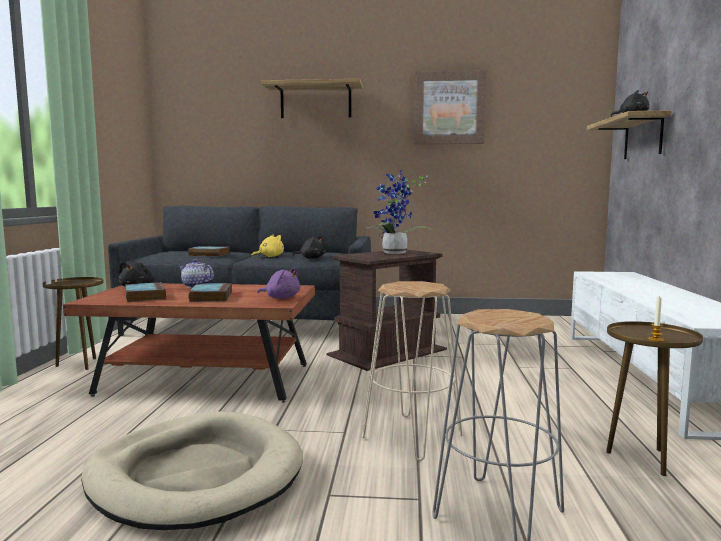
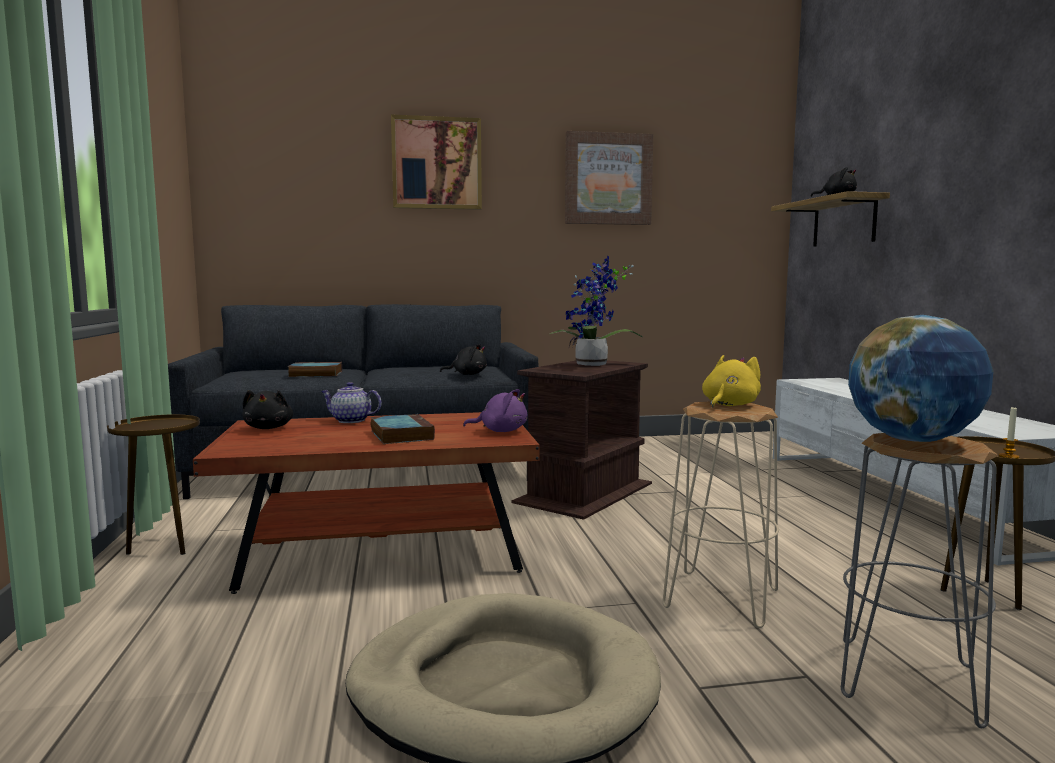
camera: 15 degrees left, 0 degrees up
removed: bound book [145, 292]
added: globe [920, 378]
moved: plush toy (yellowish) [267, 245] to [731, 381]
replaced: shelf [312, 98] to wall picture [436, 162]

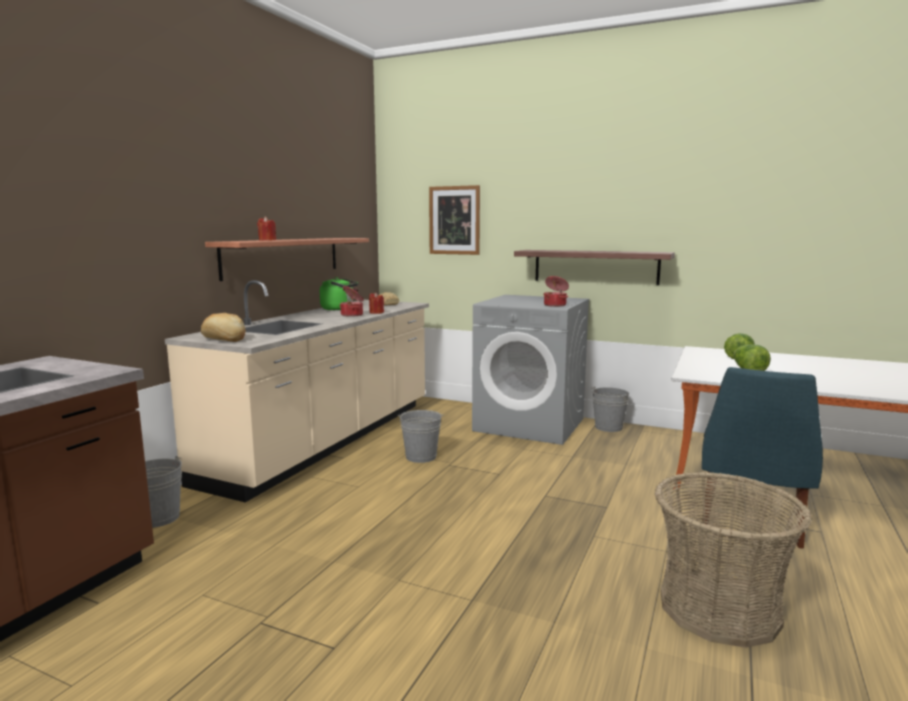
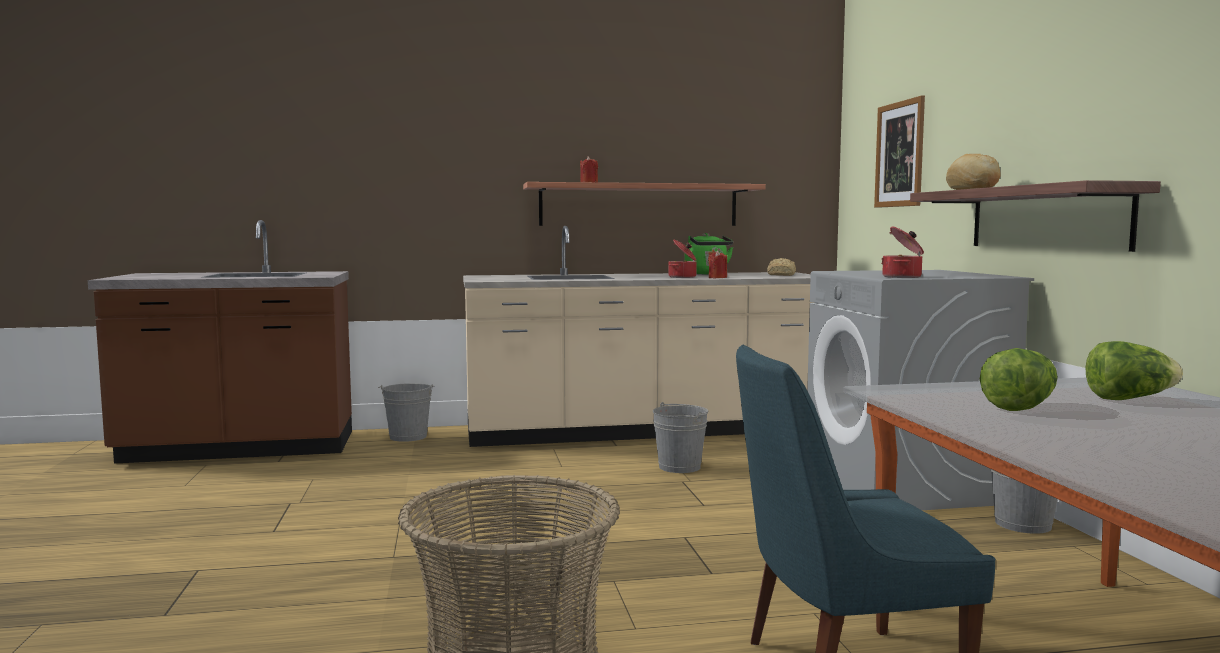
camera: 55 degrees right, 5 degrees down
moved: baked bread [223, 327] to [973, 172]

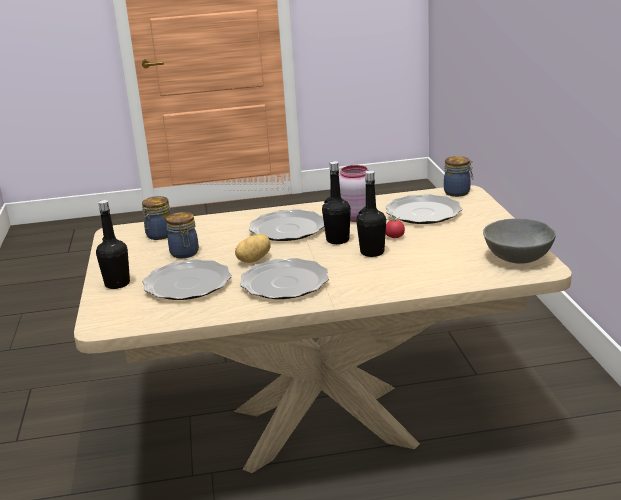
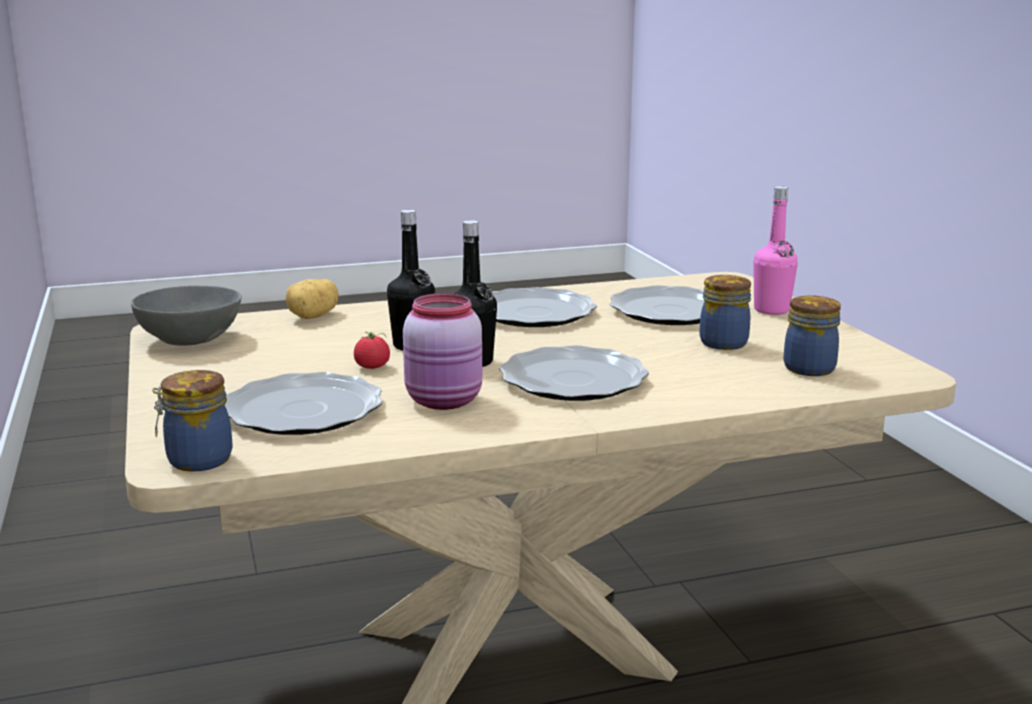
camera: 170 degrees right, 5 degrees down
moved: whole potato [253, 248] to [312, 299]
recoloured: drink bottle (black) [113, 244] to drink bottle (pinkish) [775, 250]

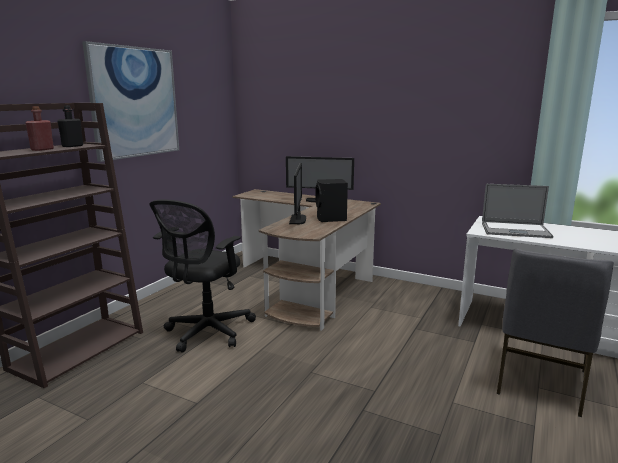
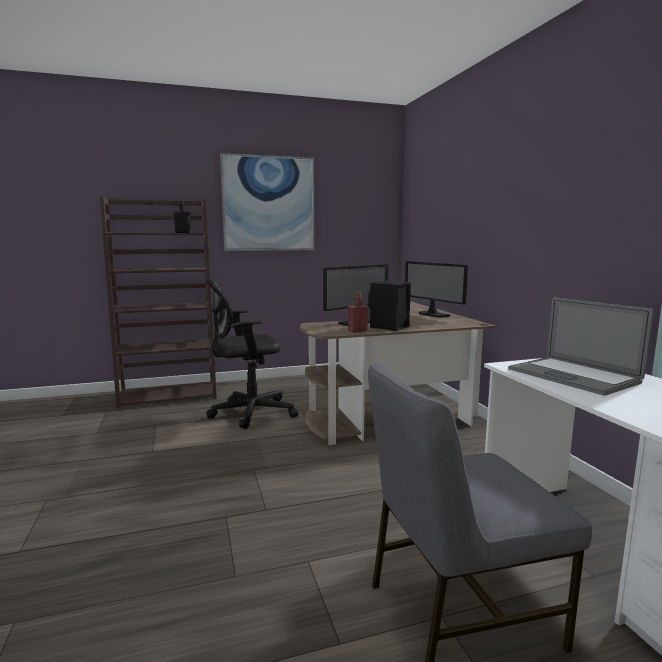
camera: 45 degrees right, 5 degrees down
moved: drink bottle (red-coloured) [40, 128] to [358, 312]

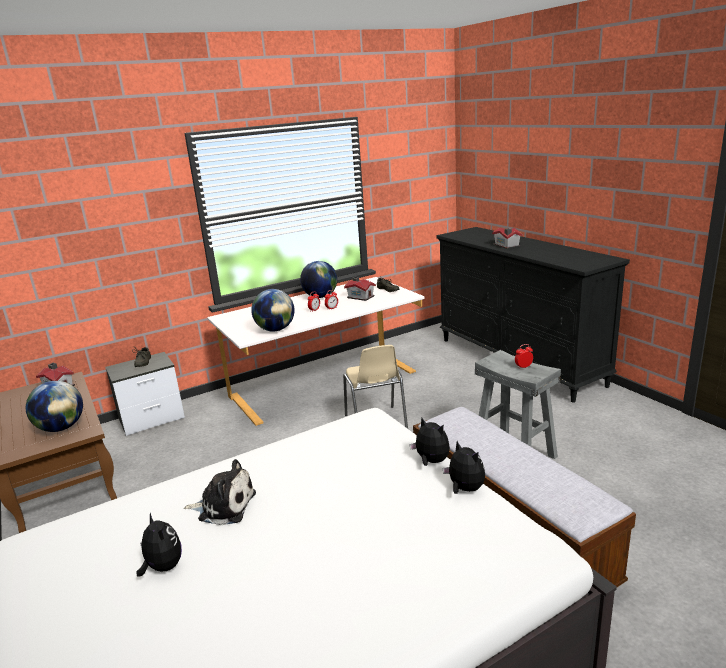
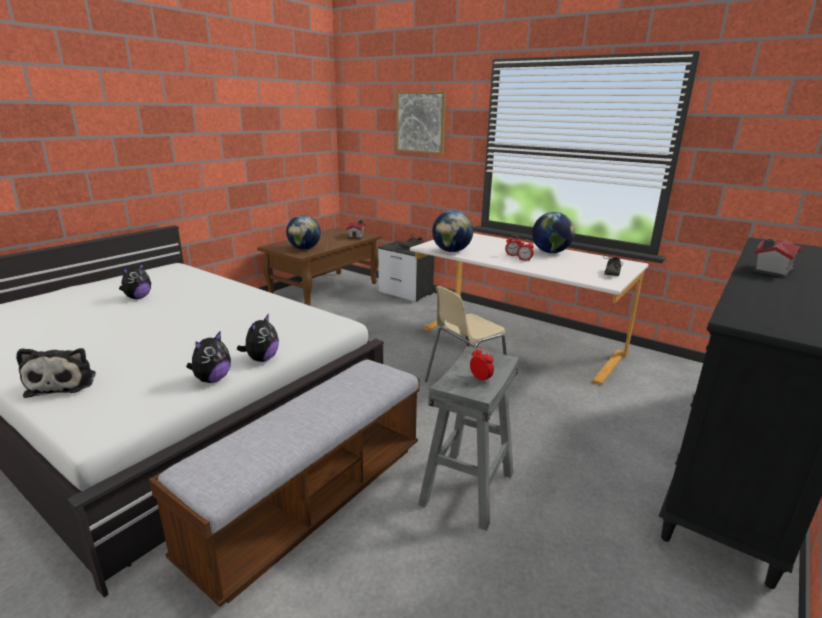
camera: 65 degrees right, 0 degrees up
removed: model house [360, 289]
added: wall picture [421, 123]
moved: plush toy [220, 492] to [56, 373]

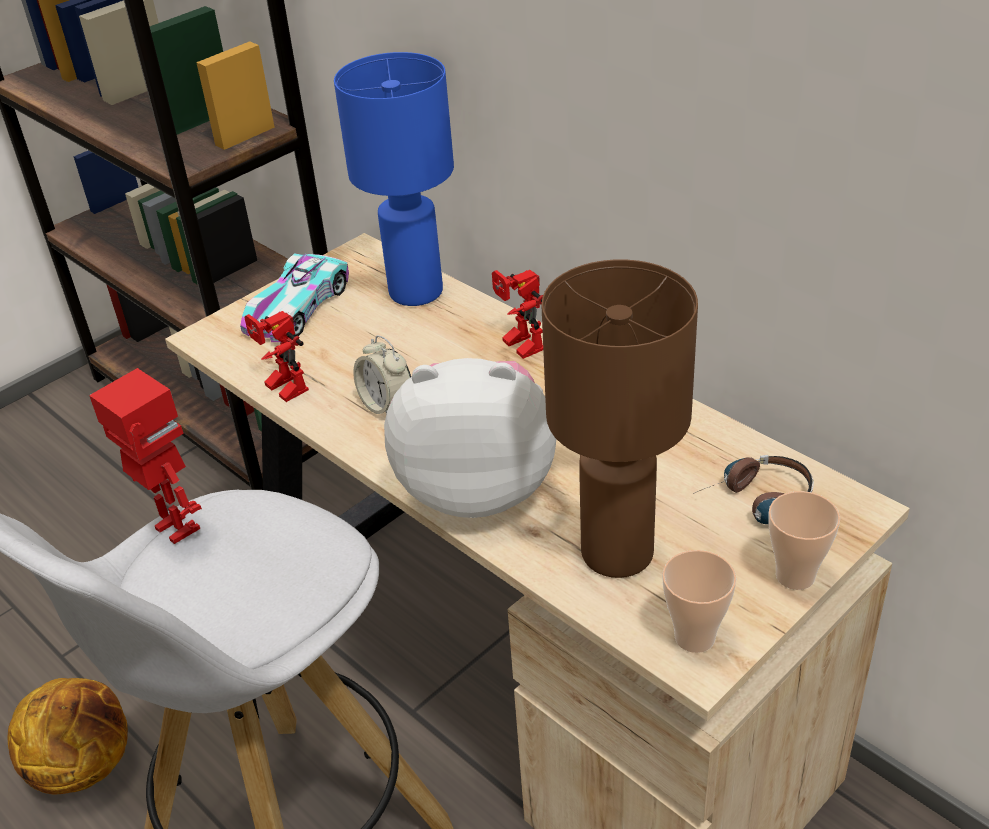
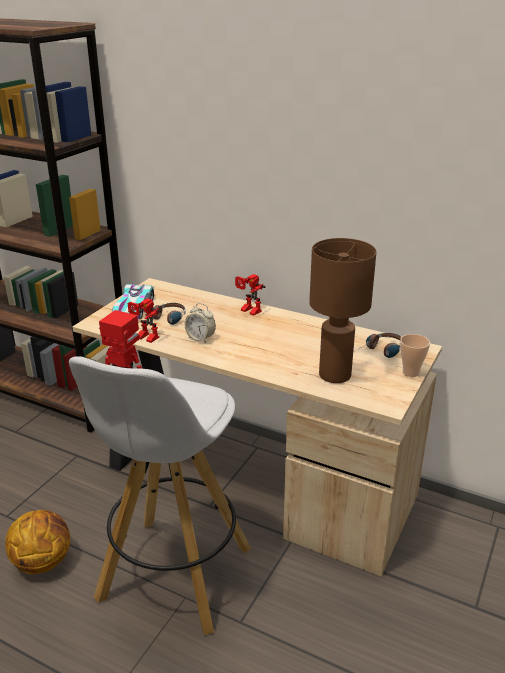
camera: 20 degrees left, 10 degrees down
removed: table lamp (bluish) [394, 179]; plush toy [470, 438]; small cup [699, 601]
added: headset [165, 314]

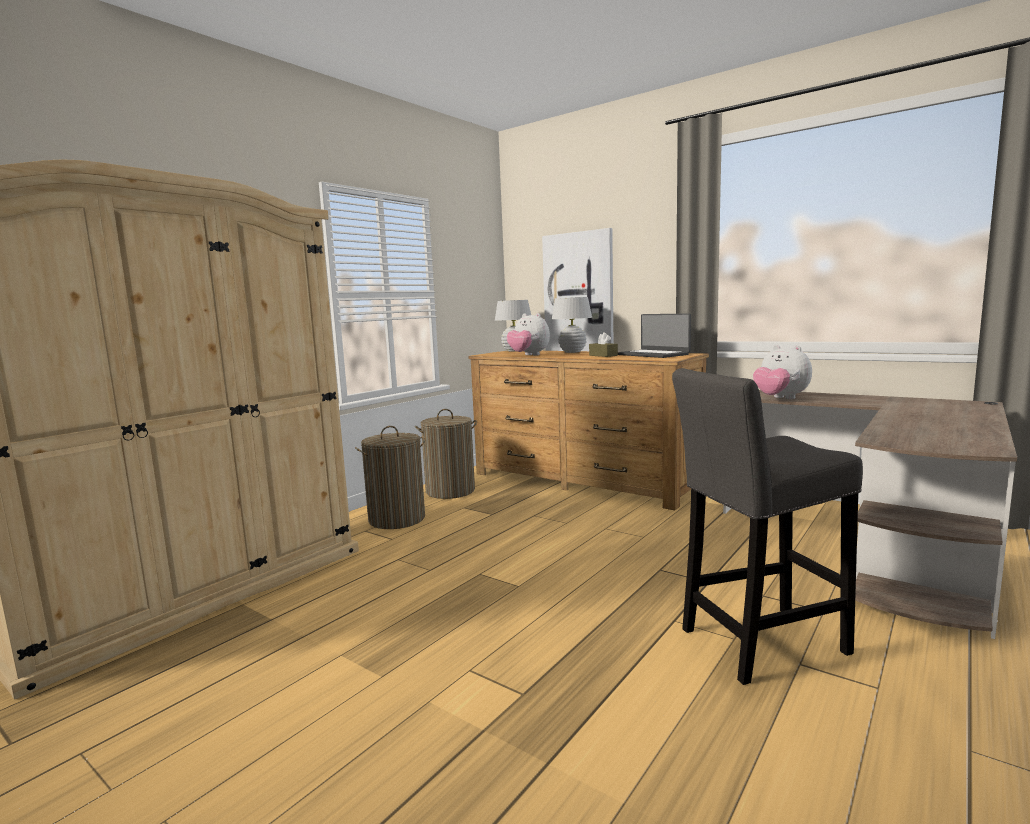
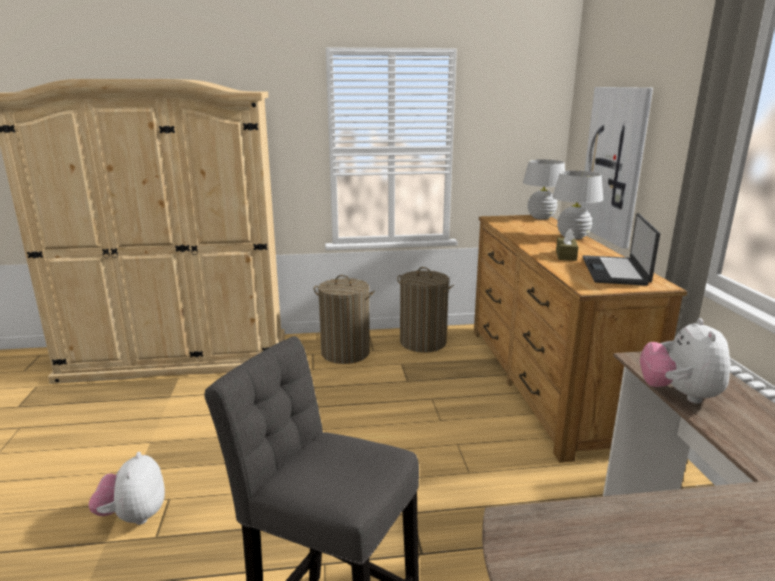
camera: 45 degrees right, 10 degrees up
moved: plush toy [528, 334] to [126, 488]

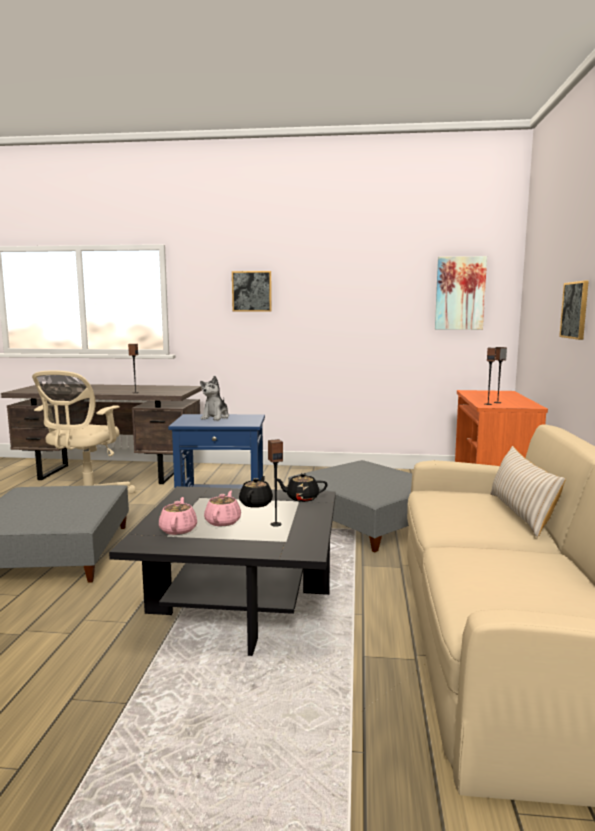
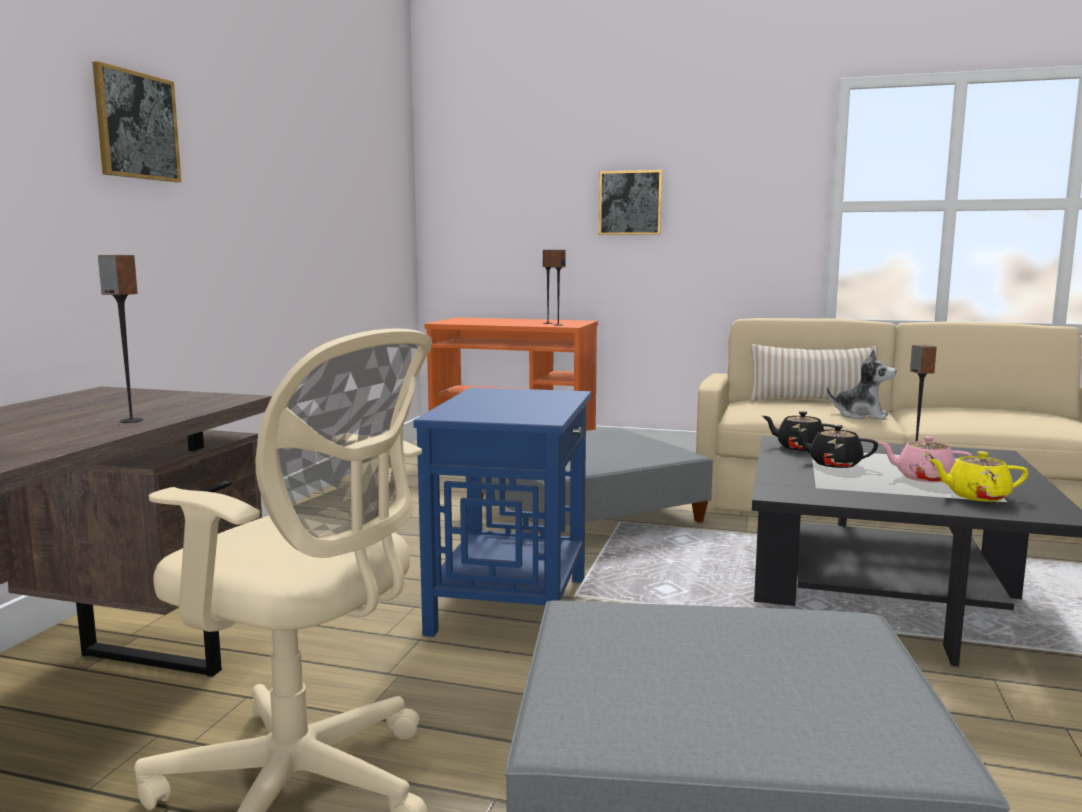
camera: 80 degrees left, 0 degrees up
removed: wall picture [461, 293]
moved: plush toy [214, 398] to [861, 385]
recoloured: teapot (pinkish) [178, 516] to teapot (yellowish) [979, 476]
turned: teapot (black) [302, 487] = [798, 431] 105 degrees clockwise

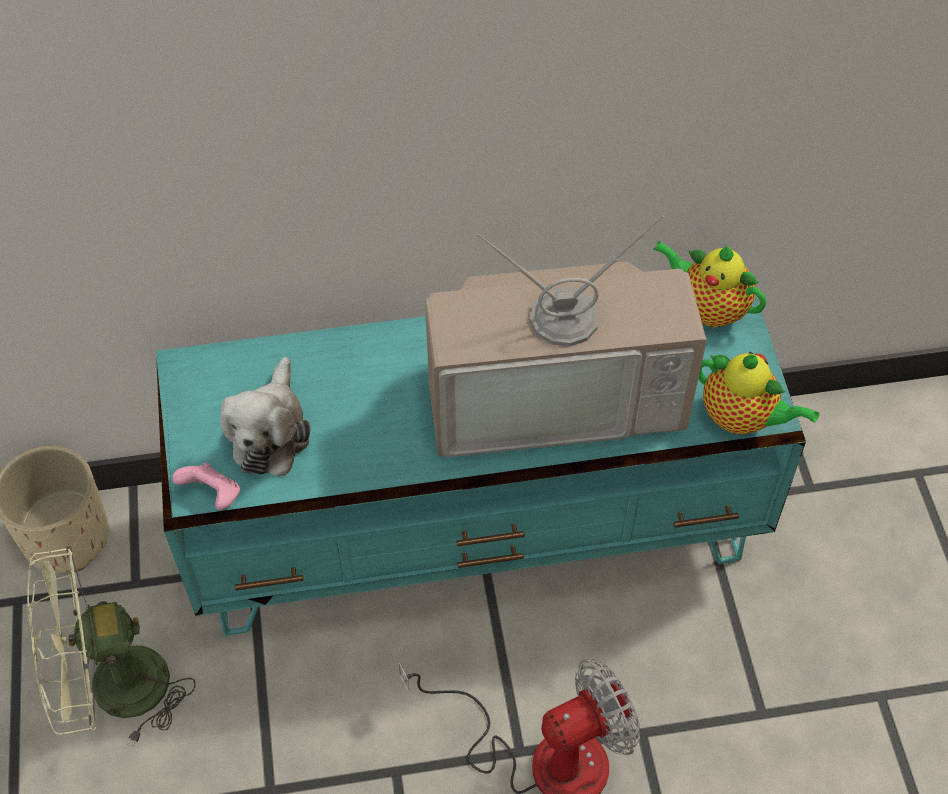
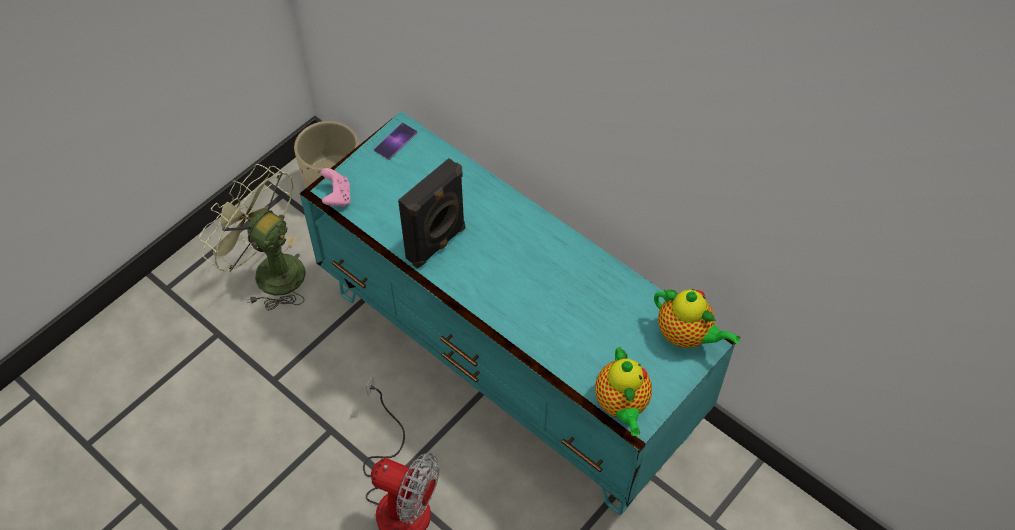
camera: 50 degrees right, 0 degrees up
removed: TV [566, 336]; plush toy [265, 416]
added: handset [395, 141]; audio speaker (black) [431, 213]
turned: teapot [709, 284] = [697, 318] 135 degrees clockwise

